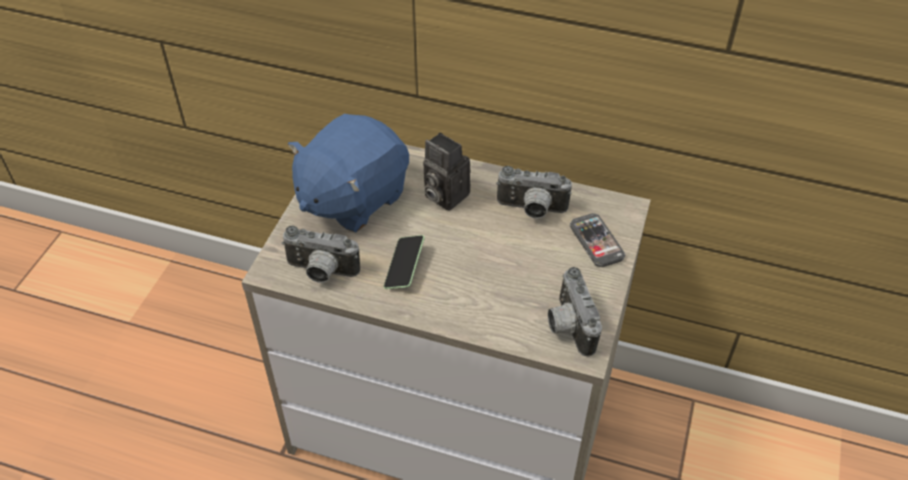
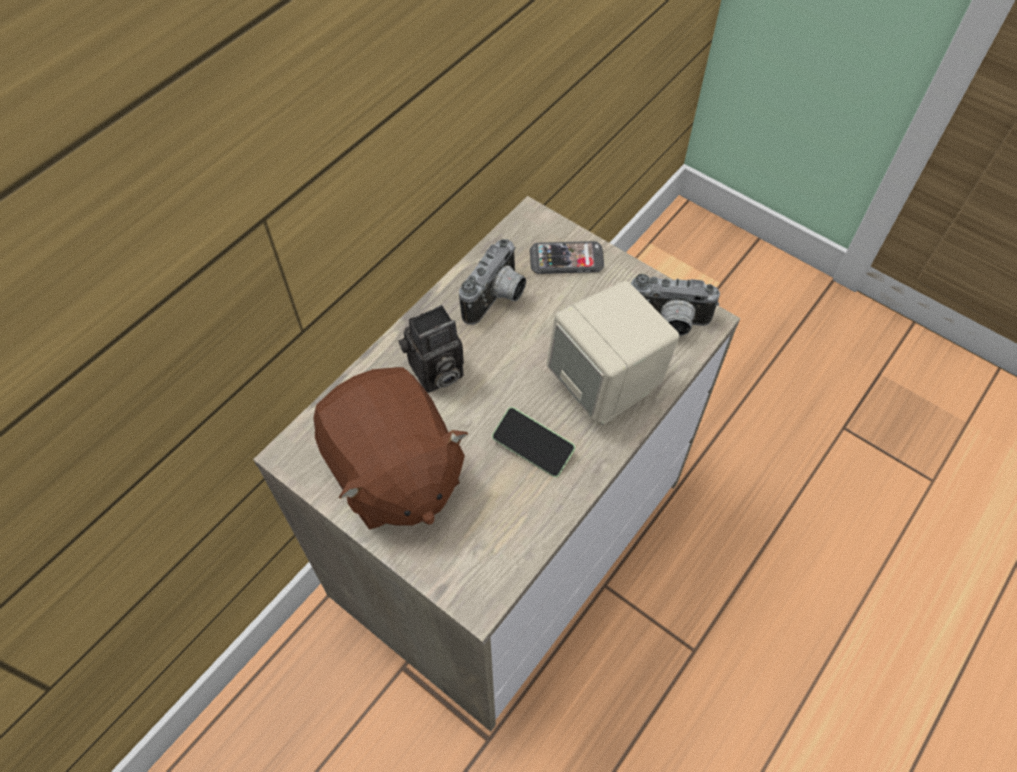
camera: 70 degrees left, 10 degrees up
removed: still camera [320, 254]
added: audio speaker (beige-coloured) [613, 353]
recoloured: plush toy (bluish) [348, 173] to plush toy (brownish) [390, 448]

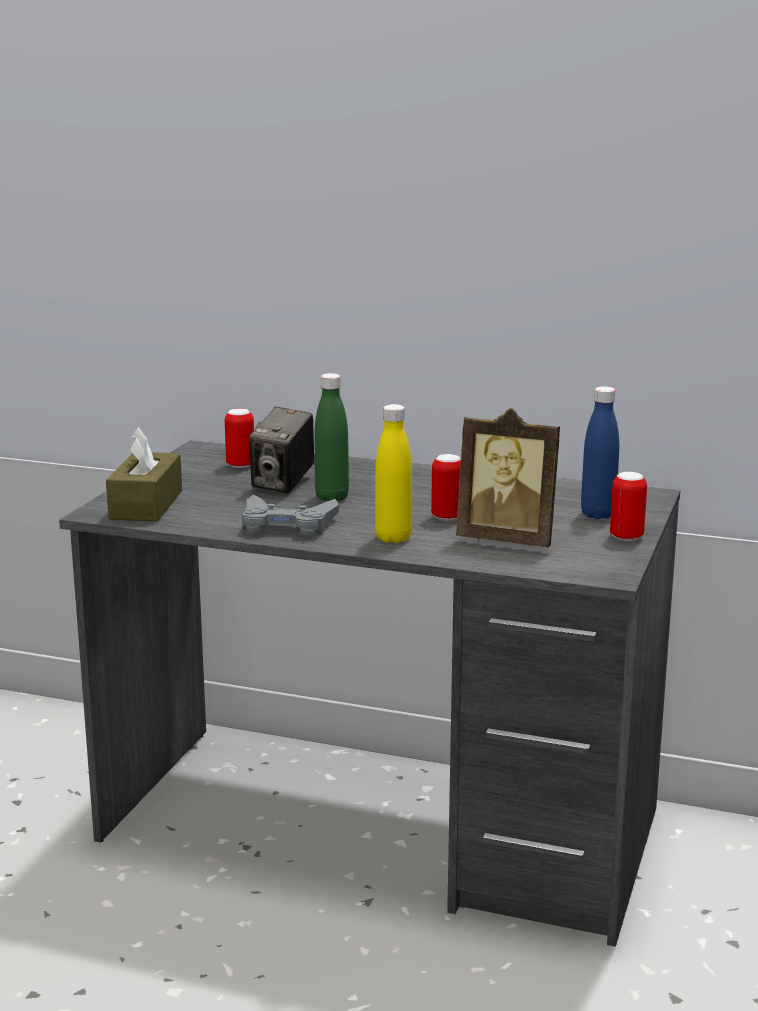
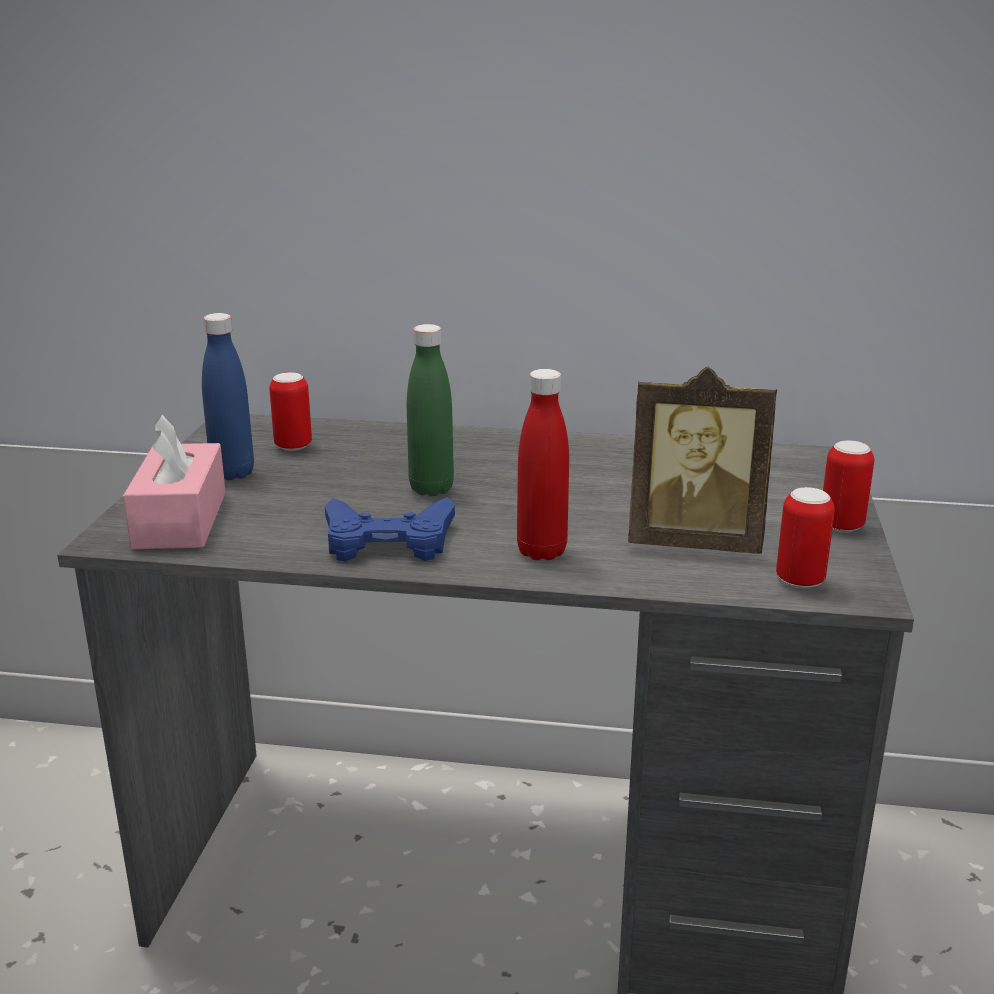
camera: 10 degrees left, 5 degrees up
removed: still camera [281, 449]
moved: drink bottle (bluish) [600, 452] to [228, 396]; can [446, 487] to [805, 538]
recoloured: drink bottle (yellowish) [393, 473] to drink bottle (red-coloured) [543, 464]; box of tissues (brownish) [144, 474] to box of tissues (pinkish) [174, 481]; joypad (gray) [290, 516] to joypad (bluish) [390, 529]

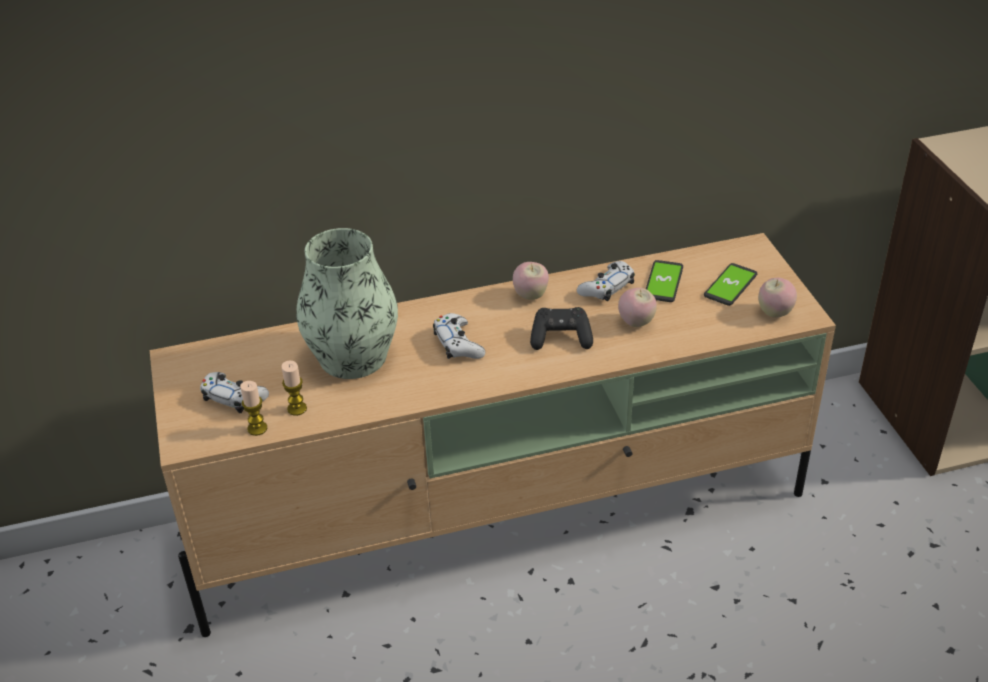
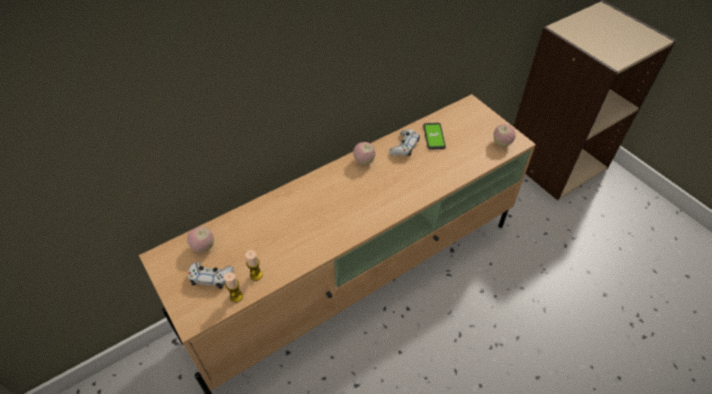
camera: 20 degrees left, 10 degrees up
removed: vase [347, 303]; handset [730, 284]; joypad (black) [561, 328]; joypad (white) [459, 336]
moved: whole apple [637, 307] to [200, 239]

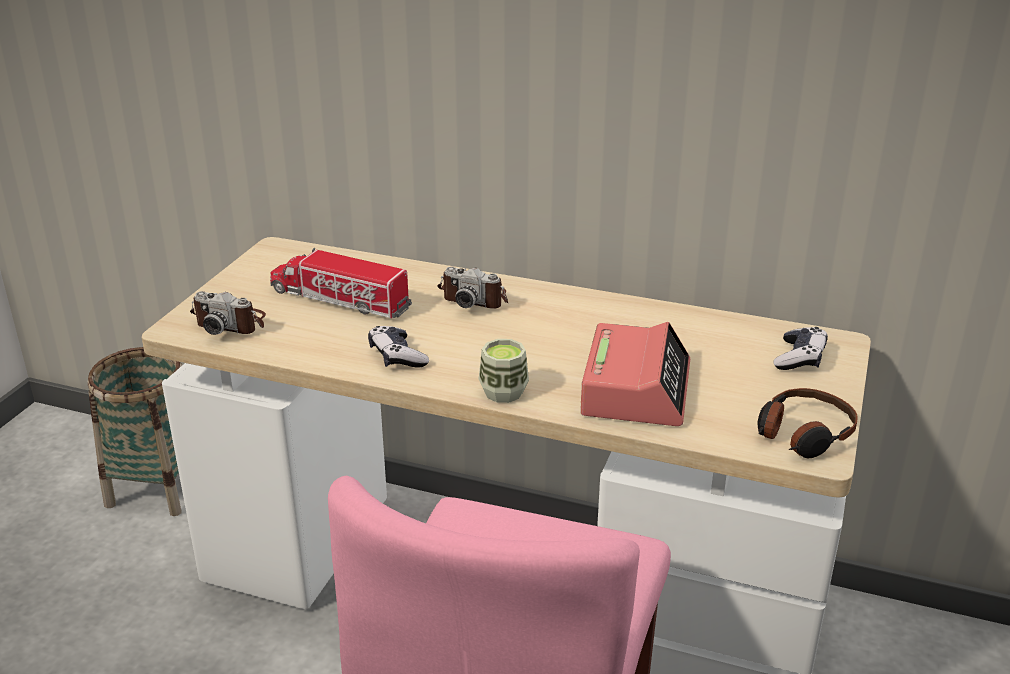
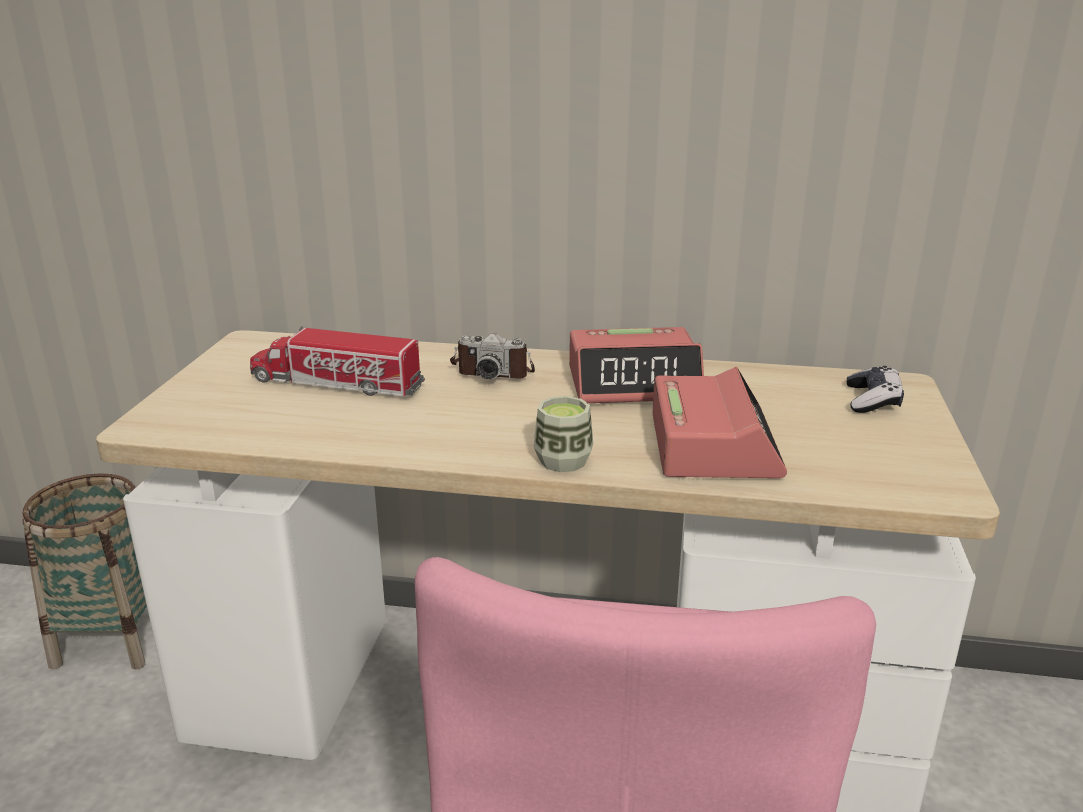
camera: 10 degrees left, 5 degrees down
removed: still camera [228, 313]; joypad [398, 347]; headset [807, 423]
added: table clock [636, 365]

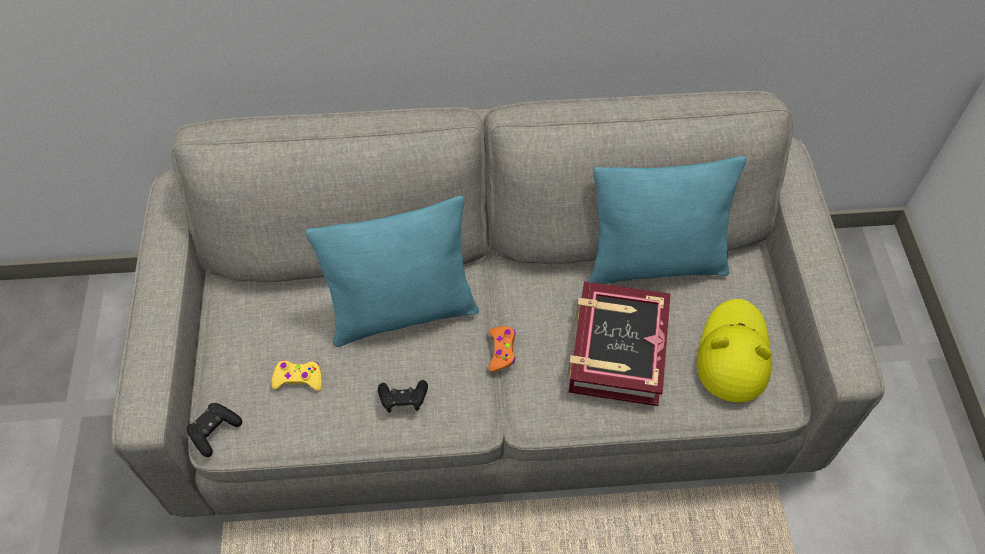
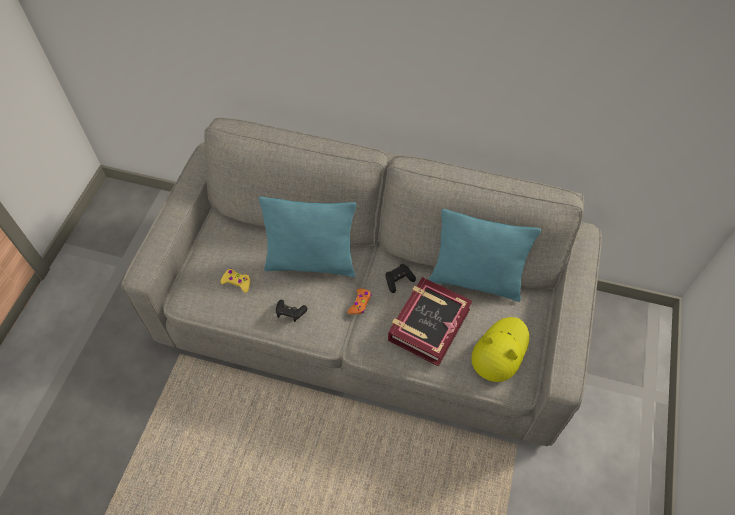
camera: 20 degrees right, 0 degrees up
moved: joypad (black) [214, 430] to [400, 278]

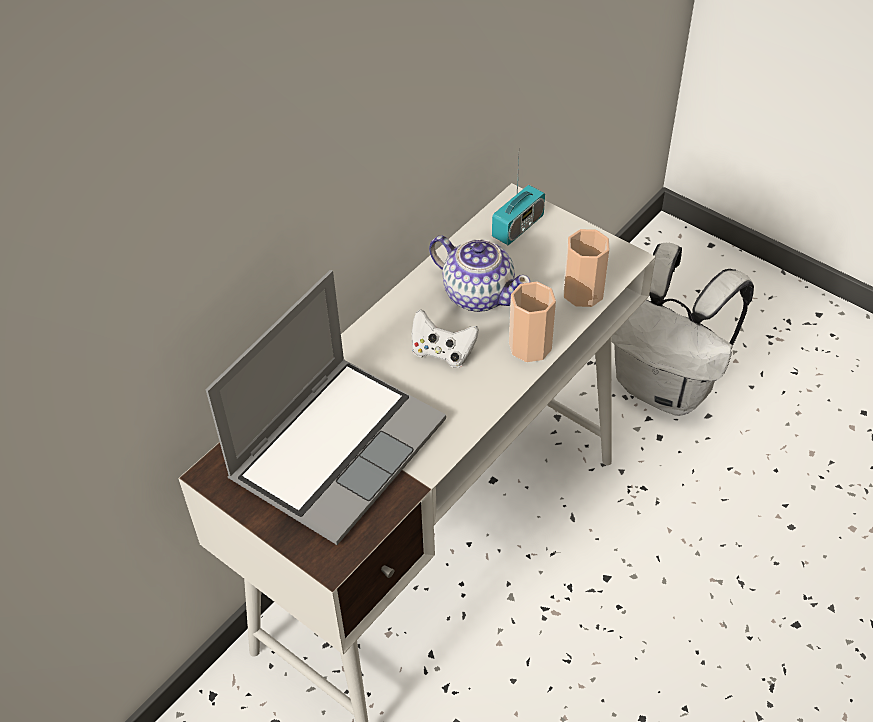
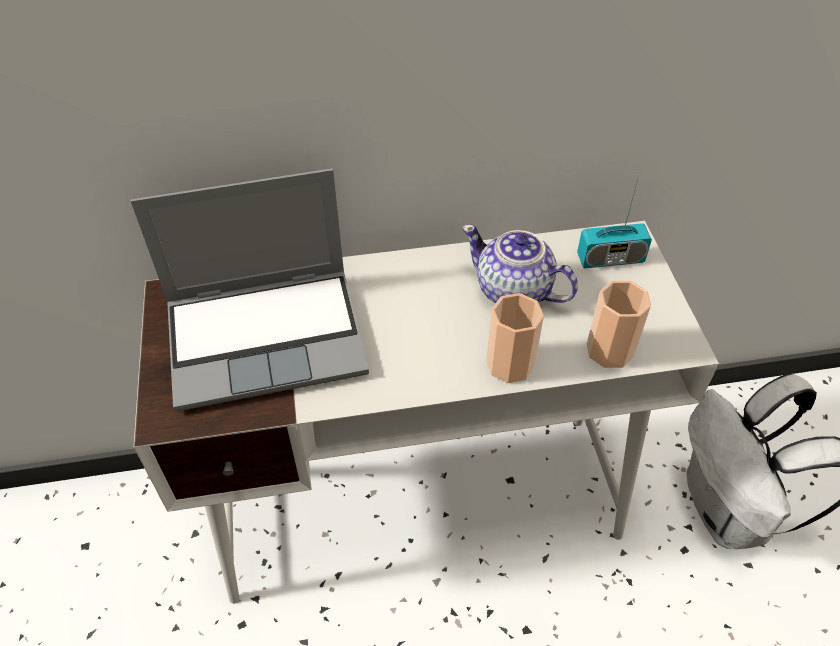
camera: 40 degrees right, 0 degrees up
removed: joypad (white) [445, 338]
turned: teapot [479, 274] = [520, 264] 135 degrees clockwise

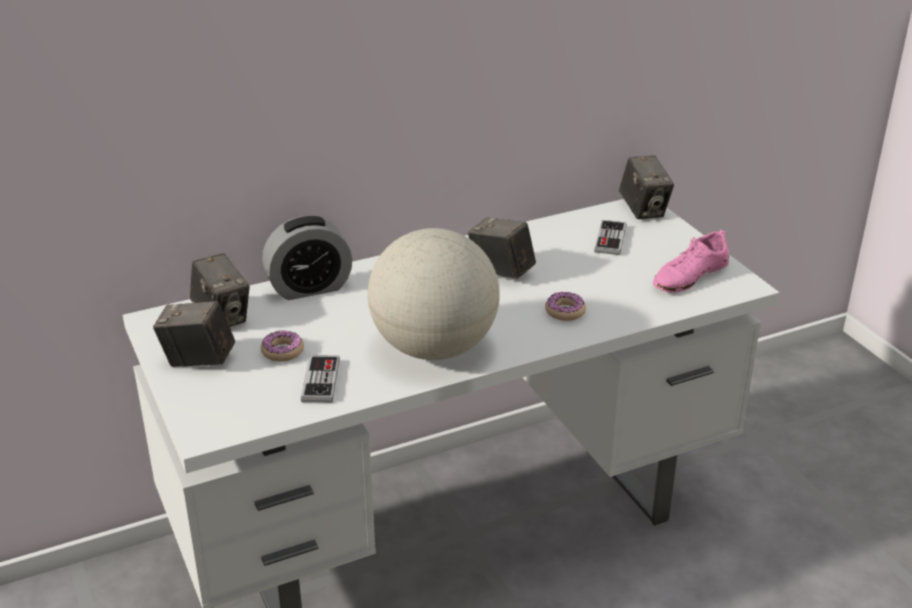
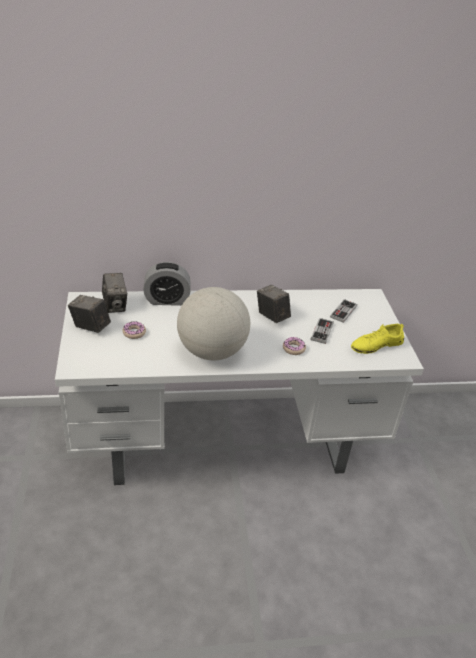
camera: 15 degrees right, 5 degrees up
removed: still camera [646, 187]
moved: joypad [320, 379] to [322, 331]
recoloured: item of footwear (pinkish) [691, 261] to item of footwear (yellowish) [377, 338]

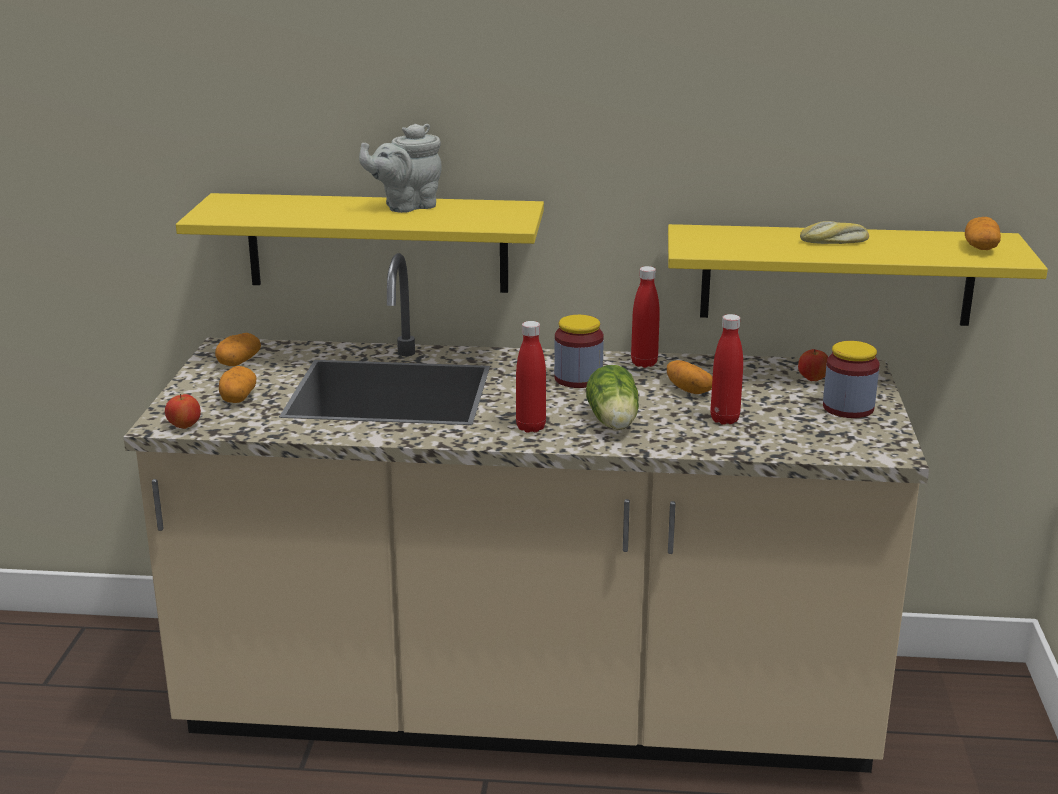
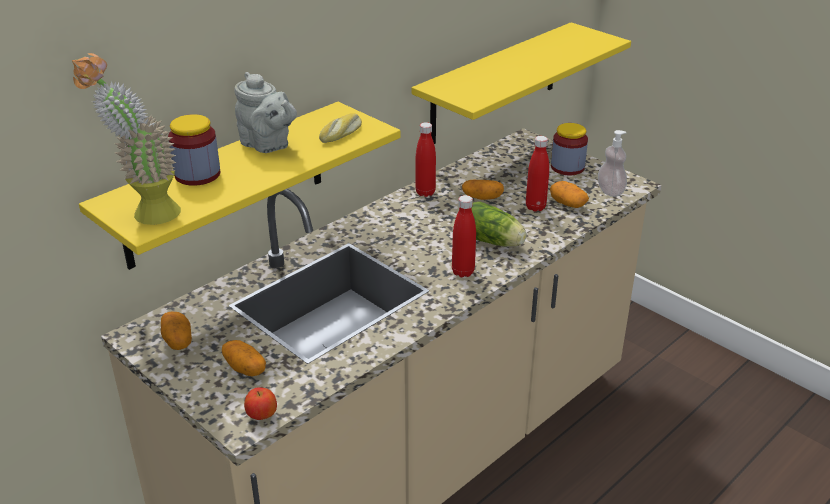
camera: 50 degrees left, 10 degrees up
removed: whole apple [813, 365]
added: potted plant [126, 139]; soap bottle [612, 163]
moved: whole potato [983, 233] to [569, 194]; baked bread [834, 232] to [340, 128]; storage jar [579, 351] to [194, 150]
turned: teapot (gray) [400, 168] = [265, 112] 60 degrees counterclockwise

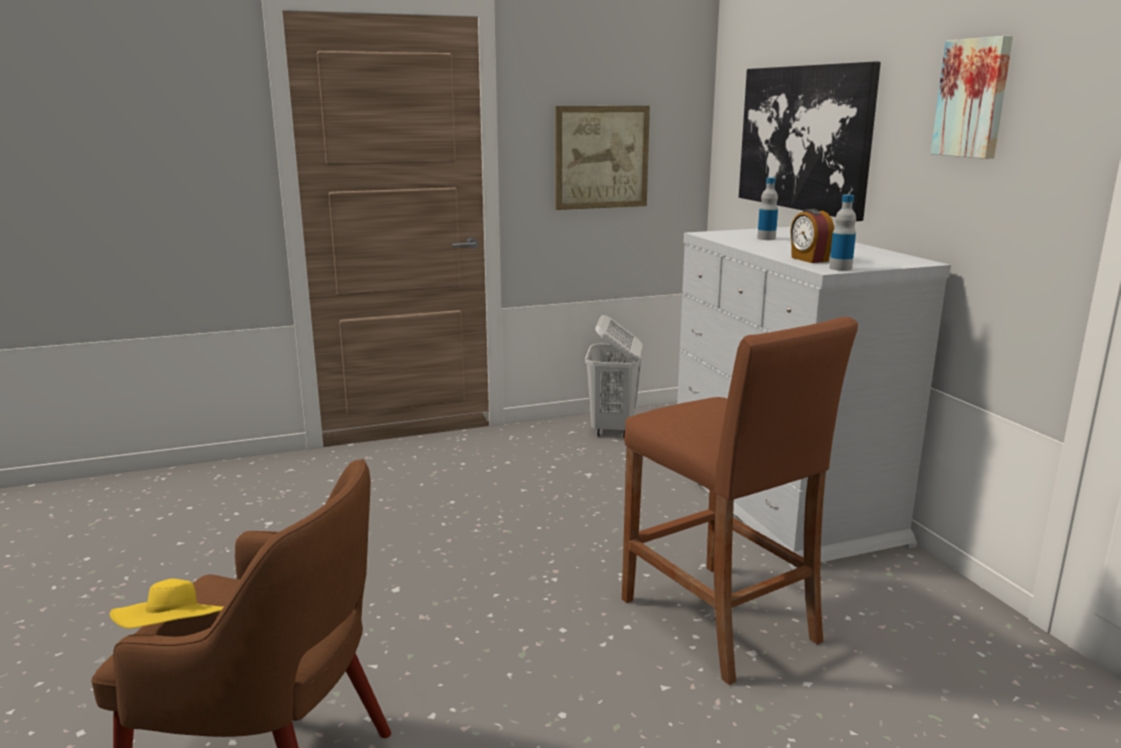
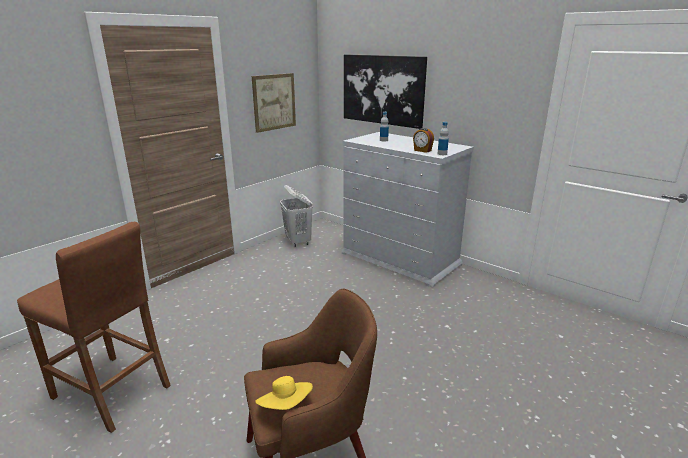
camera: 30 degrees left, 5 degrees up
removed: wall picture [972, 97]
moved: sitting stool (brownish) [740, 501] to [94, 327]

